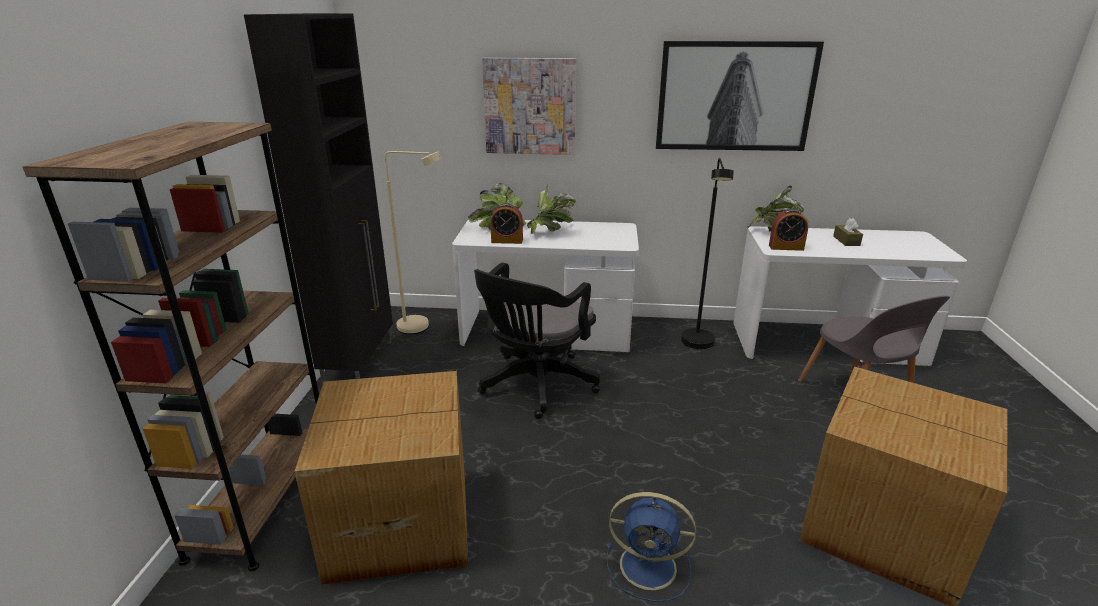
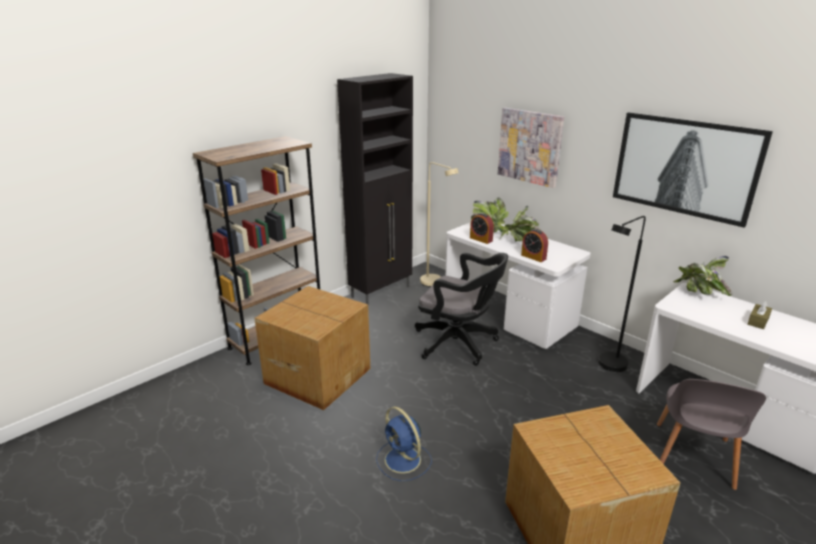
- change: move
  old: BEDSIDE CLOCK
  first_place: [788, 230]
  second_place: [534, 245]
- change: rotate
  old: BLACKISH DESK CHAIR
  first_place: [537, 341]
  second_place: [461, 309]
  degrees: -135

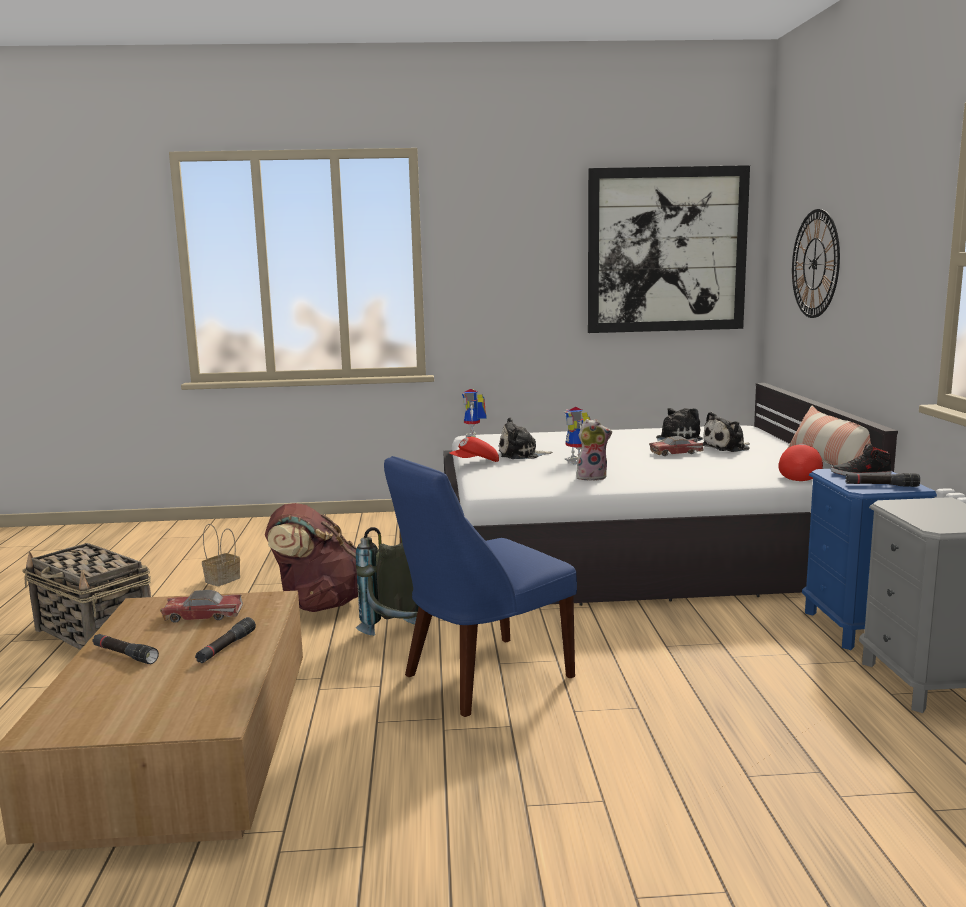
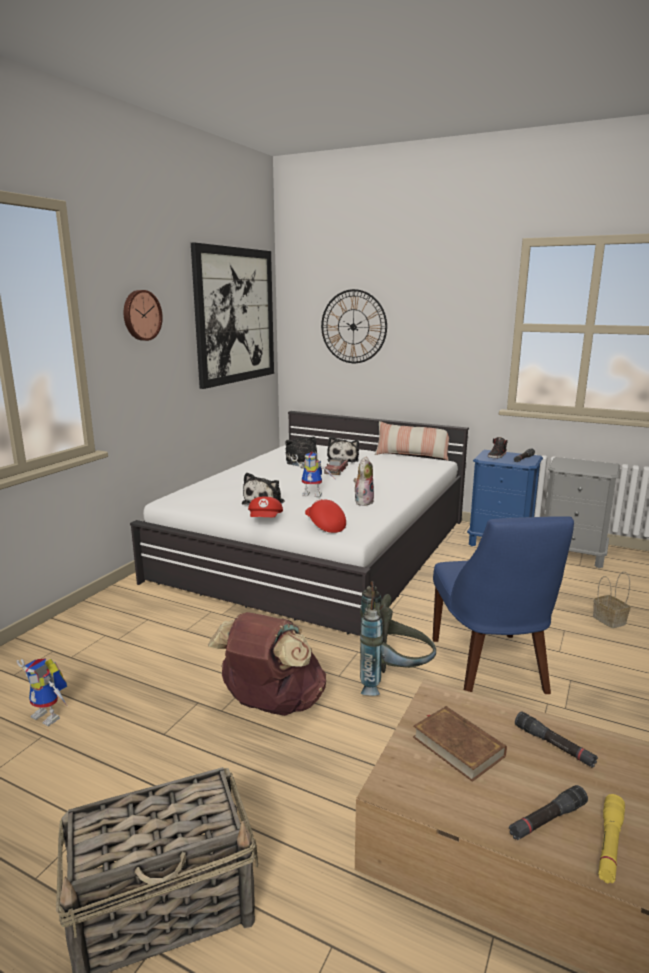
- change: insert
  new: HANGING CLOCK
  second_place: [143, 315]
- change: insert
  new: YELLOWISH TORCH
  second_place: [611, 838]
- change: move
  old: HOUSEHOLD BASKET
  first_place: [221, 555]
  second_place: [612, 600]
- change: move
  old: ROBOT FIGURE
  first_place: [474, 413]
  second_place: [42, 692]
- change: move
  old: RED-COLOURED BASEBALL CAP
  first_place: [800, 462]
  second_place: [325, 516]
- change: replace
  old: MINIATURE CAR
  new: BROWNISH BOUND BOOK
  first_place: [201, 606]
  second_place: [460, 744]

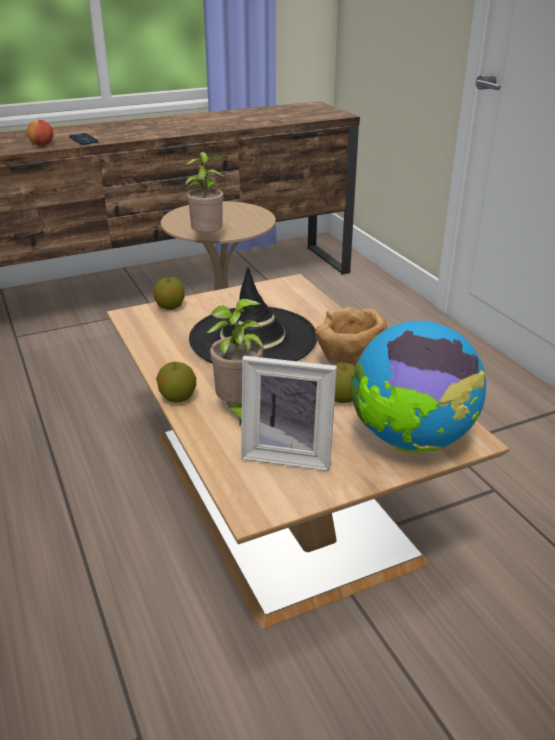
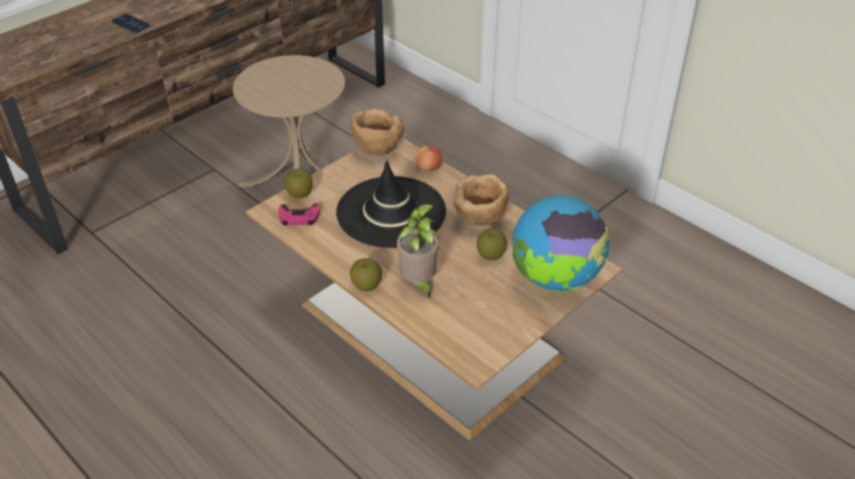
- change: delete
  old: POTTED PLANT
  first_place: [204, 192]
- change: delete
  old: PICTURE FRAME
  first_place: [289, 413]
- change: insert
  new: PINKISH JOYPAD
  second_place: [299, 214]
- change: insert
  new: BROWNISH SERVING BOWL
  second_place: [377, 132]
- change: move
  old: APPLE
  first_place: [40, 133]
  second_place: [428, 158]

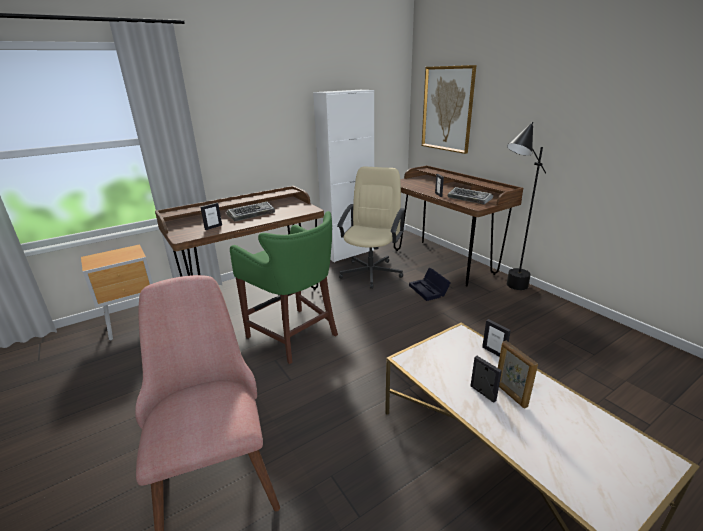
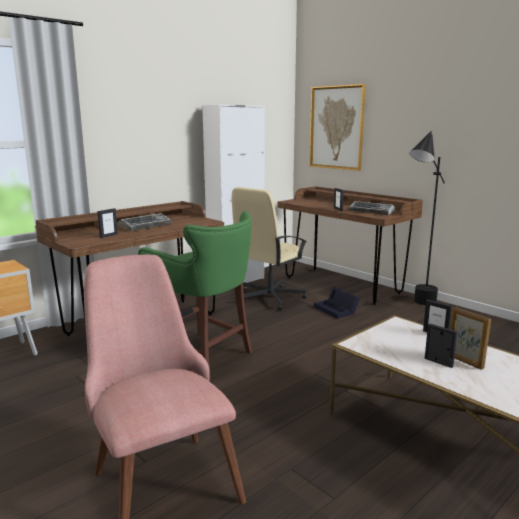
- change: rotate
  old: BEIGE DESK CHAIR
  first_place: [371, 227]
  second_place: [269, 248]
  degrees: -150

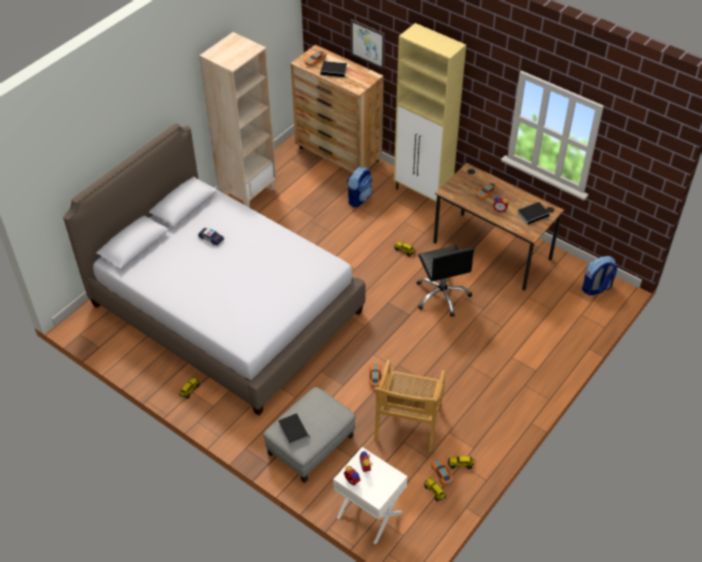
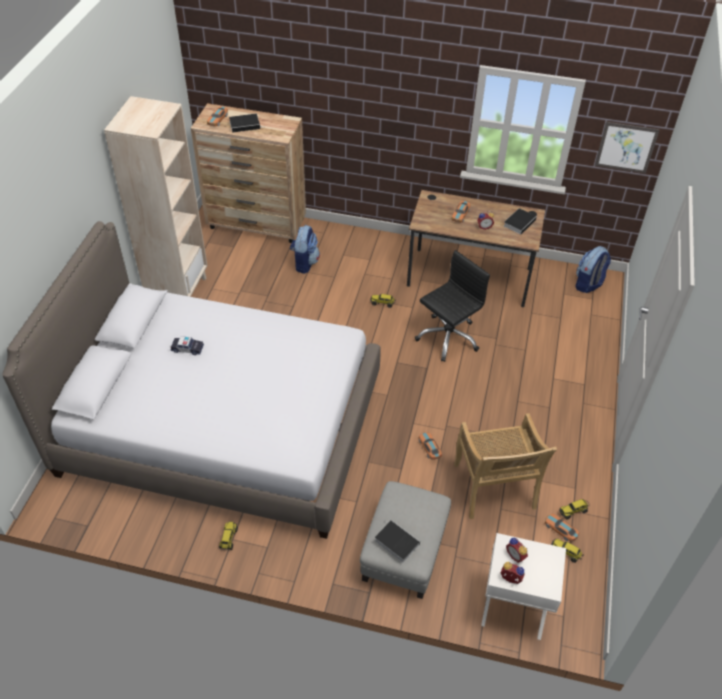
- change: delete
  old: BEIGE STORAGE CABINET
  first_place: [430, 112]
- change: move
  old: WALL ART
  first_place: [367, 44]
  second_place: [627, 147]
- change: rotate
  old: BLACKISH DESK CHAIR
  first_place: [445, 281]
  second_place: [452, 306]
  degrees: -90

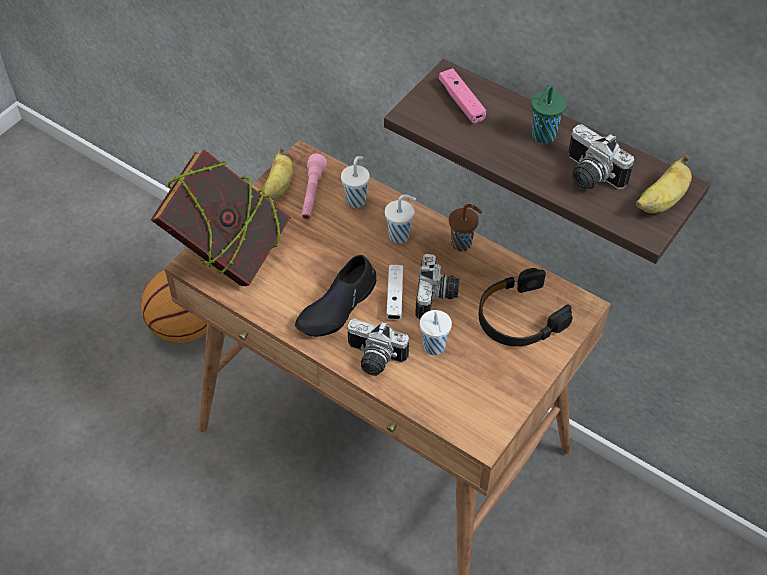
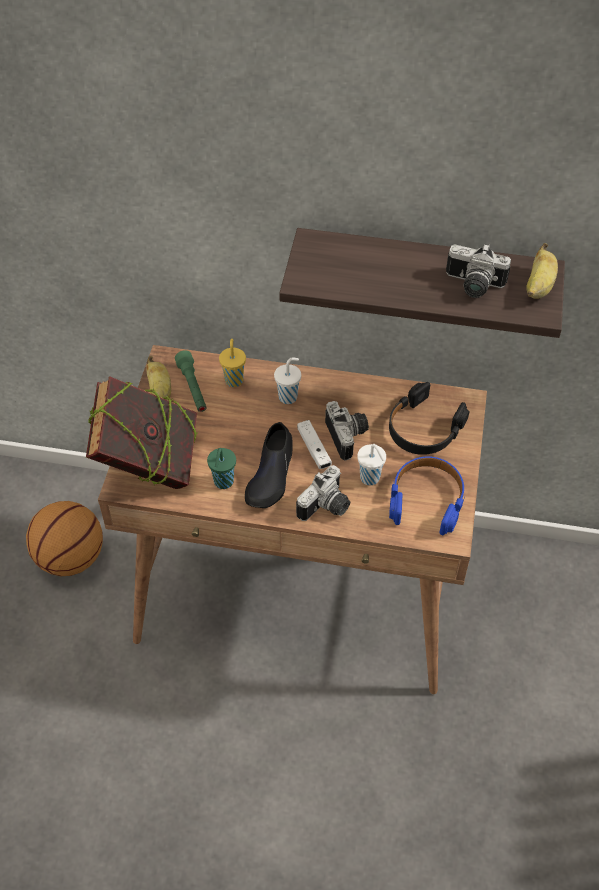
- change: delete
  old: PINKISH JOYPAD
  first_place: [462, 95]
- change: delete
  old: BROWNISH SMALL CUP
  first_place: [465, 228]
- change: insert
  new: BLUE-COLOURED HEADPHONES
  second_place: [427, 495]
- change: move
  old: GREENISH SMALL CUP
  first_place: [549, 114]
  second_place: [221, 468]
- change: recolor
  old: PINKISH TORCH
  new: GREENISH TORCH
  first_place: [314, 187]
  second_place: [191, 381]
- change: recolor
  old: WHITE SMALL CUP
  new: YELLOWISH SMALL CUP
  first_place: [355, 182]
  second_place: [232, 363]
- change: rotate
  old: PHOTO CAMERA
  first_place: [378, 347]
  second_place: [323, 493]
  degrees: -45

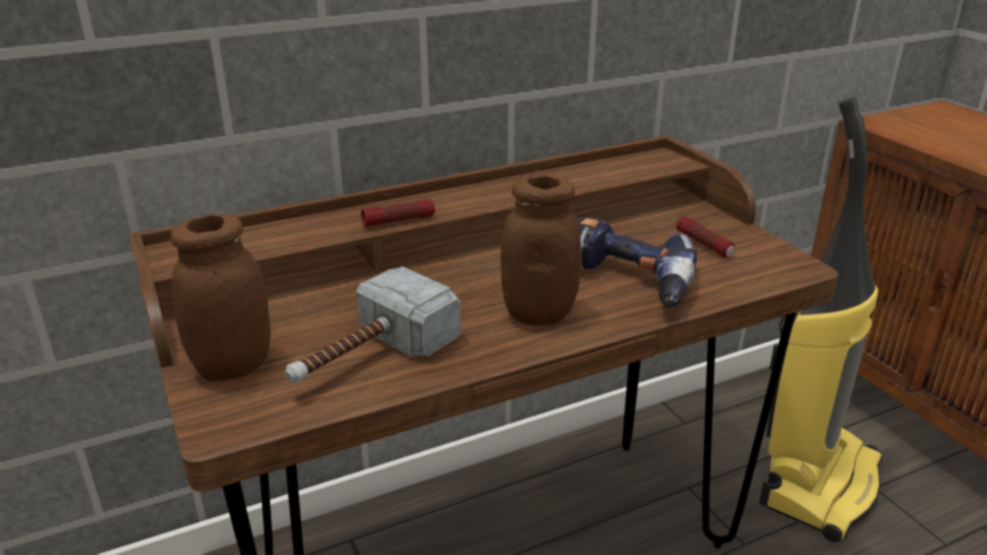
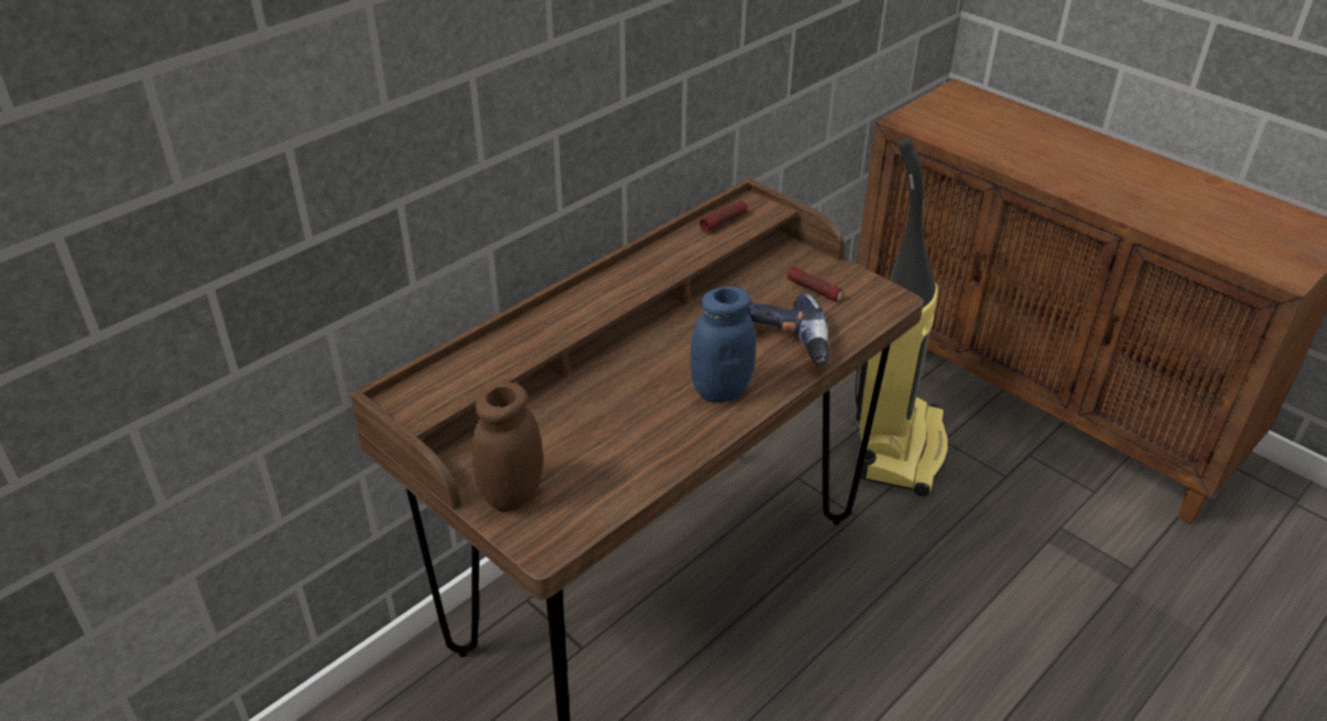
- change: delete
  old: HAND HAMMER
  first_place: [373, 324]
- change: move
  old: TORCH
  first_place: [398, 213]
  second_place: [723, 216]
- change: recolor
  old: BROWNISH PRESERVE JAR
  new: BLUE-COLOURED PRESERVE JAR
  first_place: [540, 250]
  second_place: [723, 344]

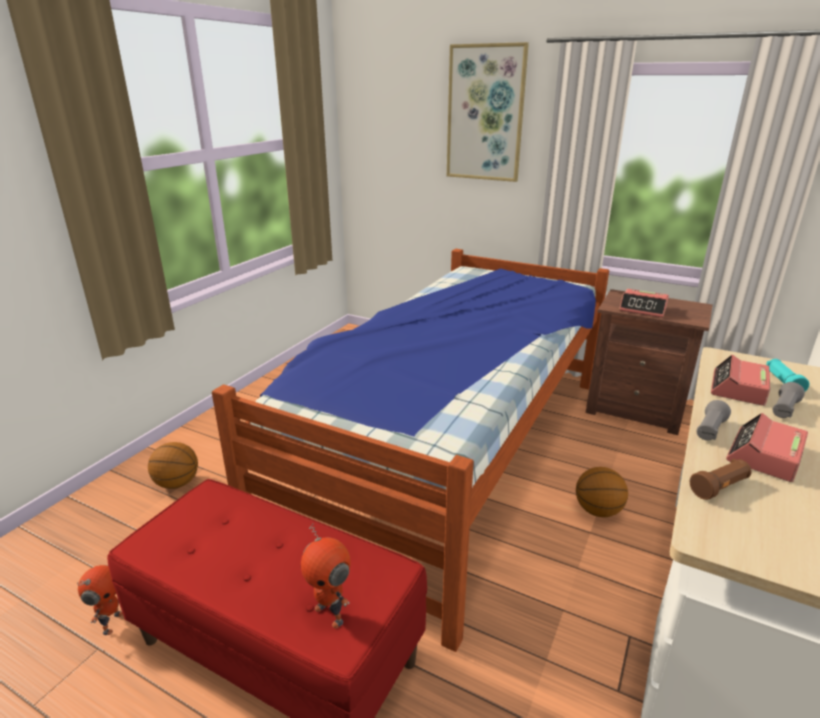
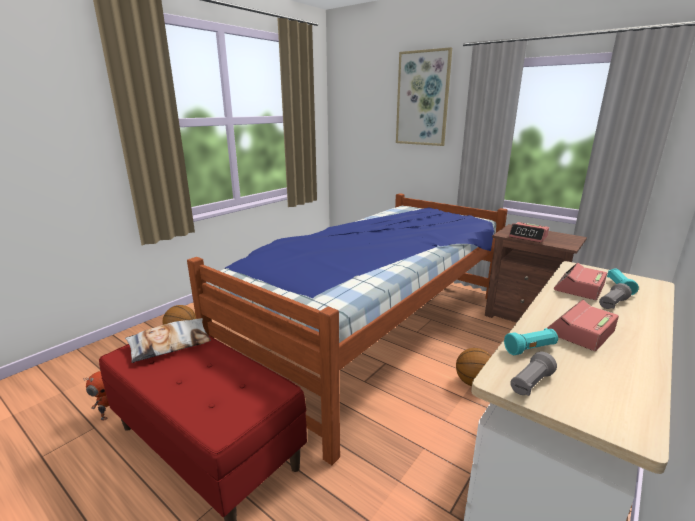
- change: delete
  old: ROBOT FIGURE
  first_place: [326, 576]
- change: insert
  new: PILLOW
  second_place: [168, 340]
- change: move
  old: GREY TORCH
  first_place: [713, 420]
  second_place: [533, 374]
- change: recolor
  old: BROWNISH TORCH
  new: TURQUOISE TORCH
  first_place: [721, 479]
  second_place: [531, 341]

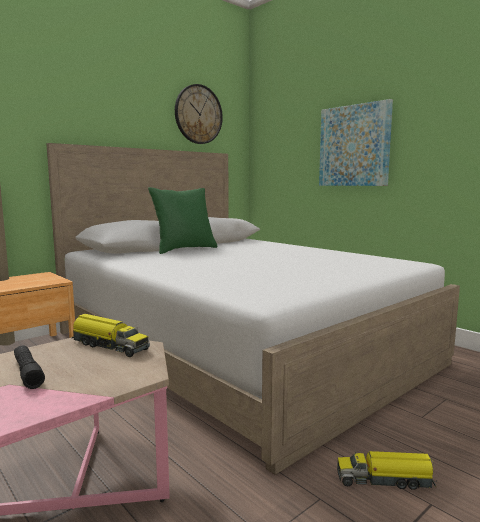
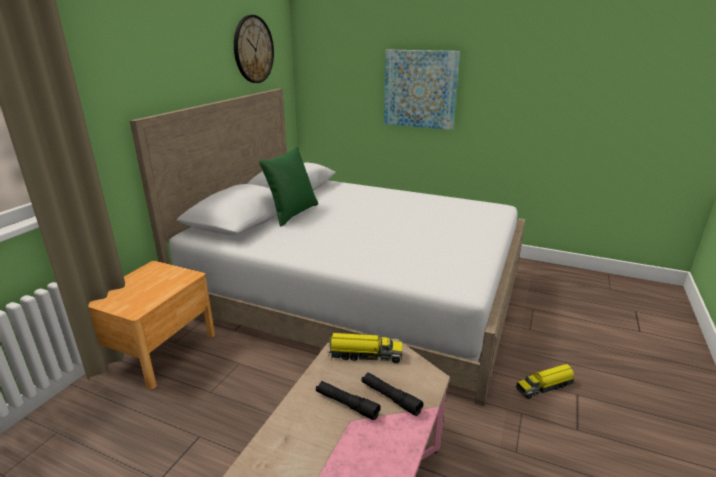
- change: insert
  new: BLACKISH TORCH
  second_place: [392, 394]

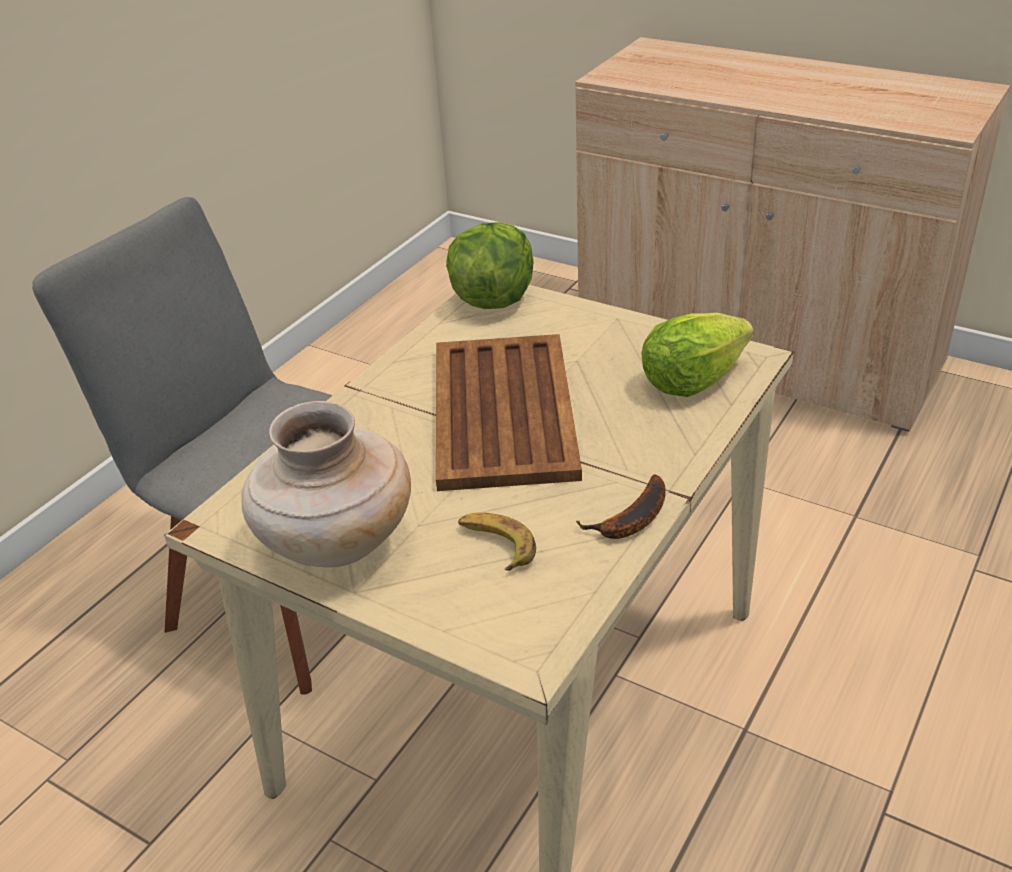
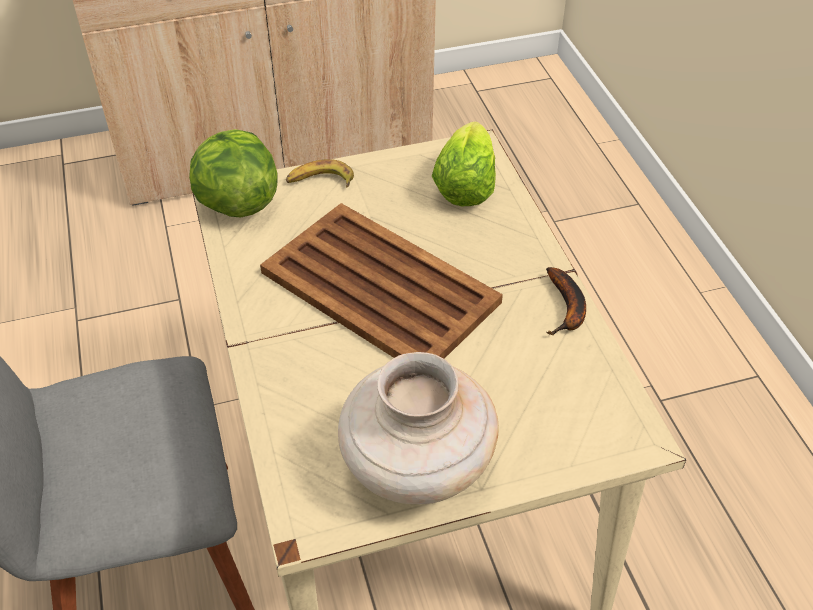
- change: move
  old: WHOLE BANANA
  first_place: [497, 541]
  second_place: [320, 173]

